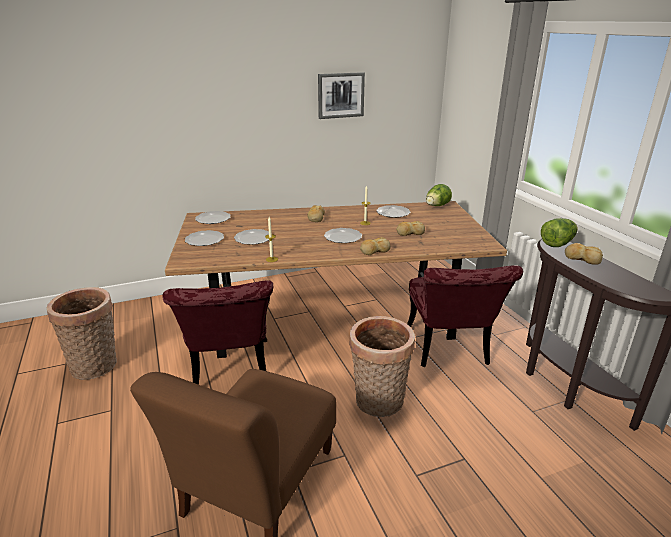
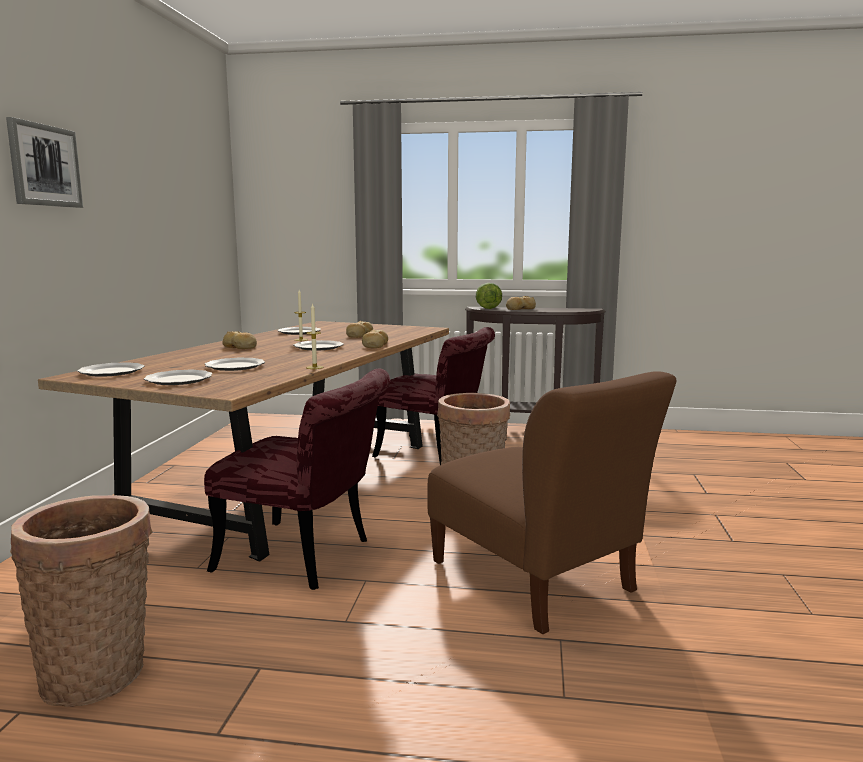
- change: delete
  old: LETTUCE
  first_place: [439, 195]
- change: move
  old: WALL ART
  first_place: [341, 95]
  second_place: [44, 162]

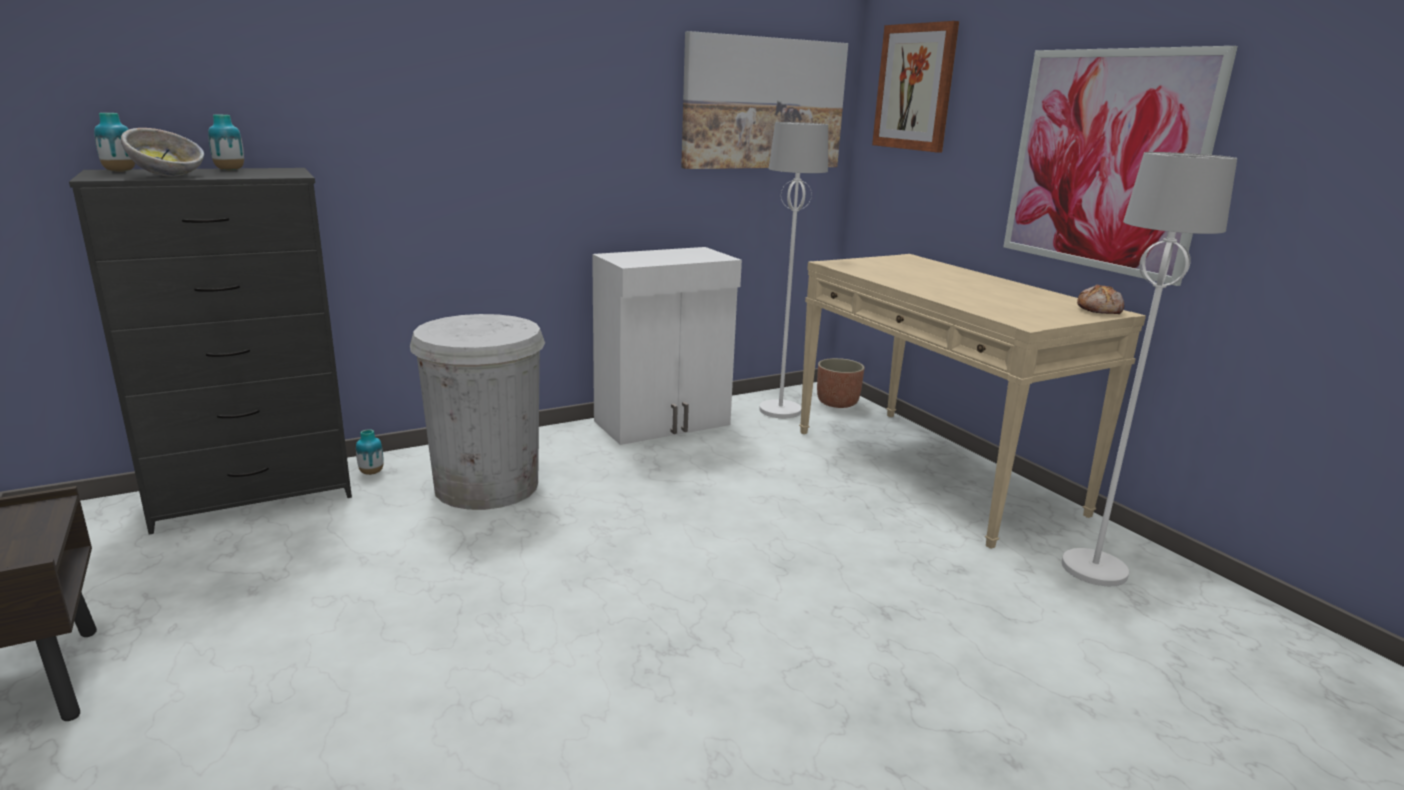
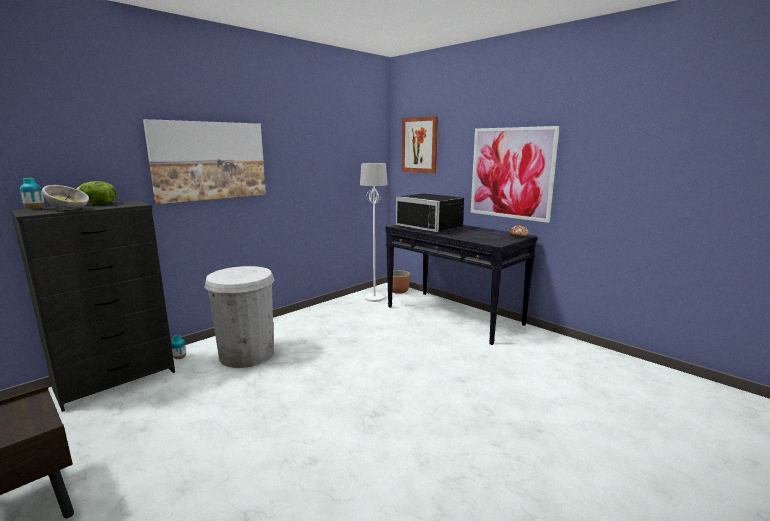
- change: delete
  old: WHITE STORAGE CABINET
  first_place: [667, 346]
- change: delete
  old: WHITE STANDING LAMP
  first_place: [1149, 369]
- change: insert
  new: BLACKISH MICROWAVE OVEN
  second_place: [430, 213]
- change: move
  old: WALL ART
  first_place: [764, 100]
  second_place: [204, 161]
- change: replace
  old: FLOWER VASE
  new: LETTUCE
  first_place: [226, 142]
  second_place: [96, 192]
- change: recolor
  old: BEIGE HALL TABLE
  new: BLACKISH HALL TABLE
  first_place: [972, 401]
  second_place: [461, 285]

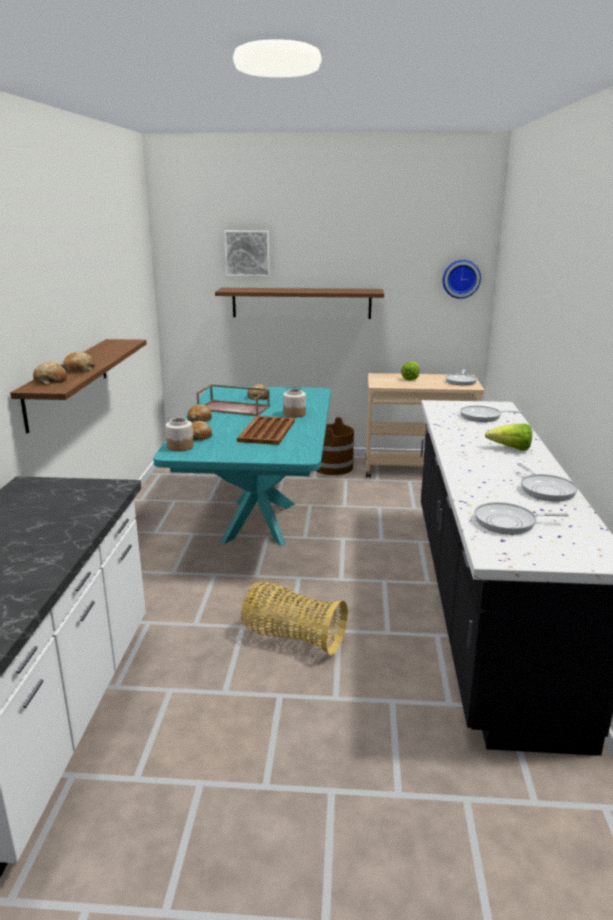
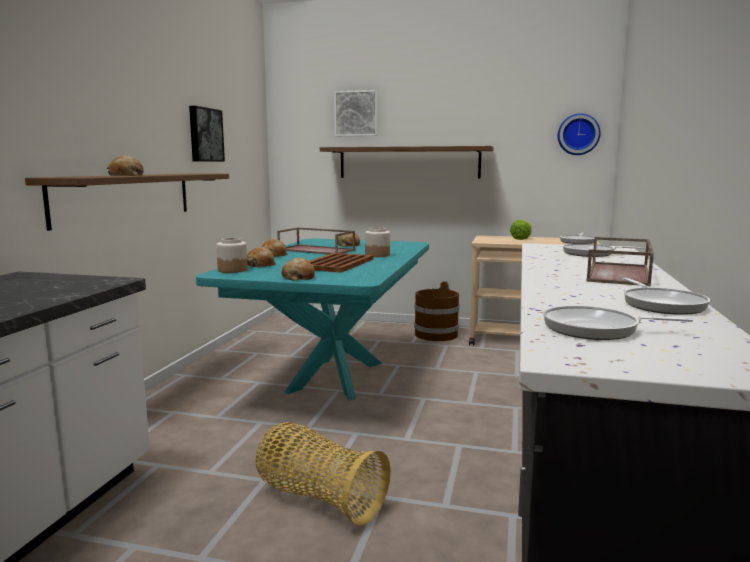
- change: insert
  new: WALL ART
  second_place: [207, 134]
- change: move
  old: BAKERY BREAD
  first_place: [50, 373]
  second_place: [298, 269]
- change: replace
  old: LETTUCE
  new: BROWNISH SERVING TRAY
  first_place: [508, 437]
  second_place: [620, 261]

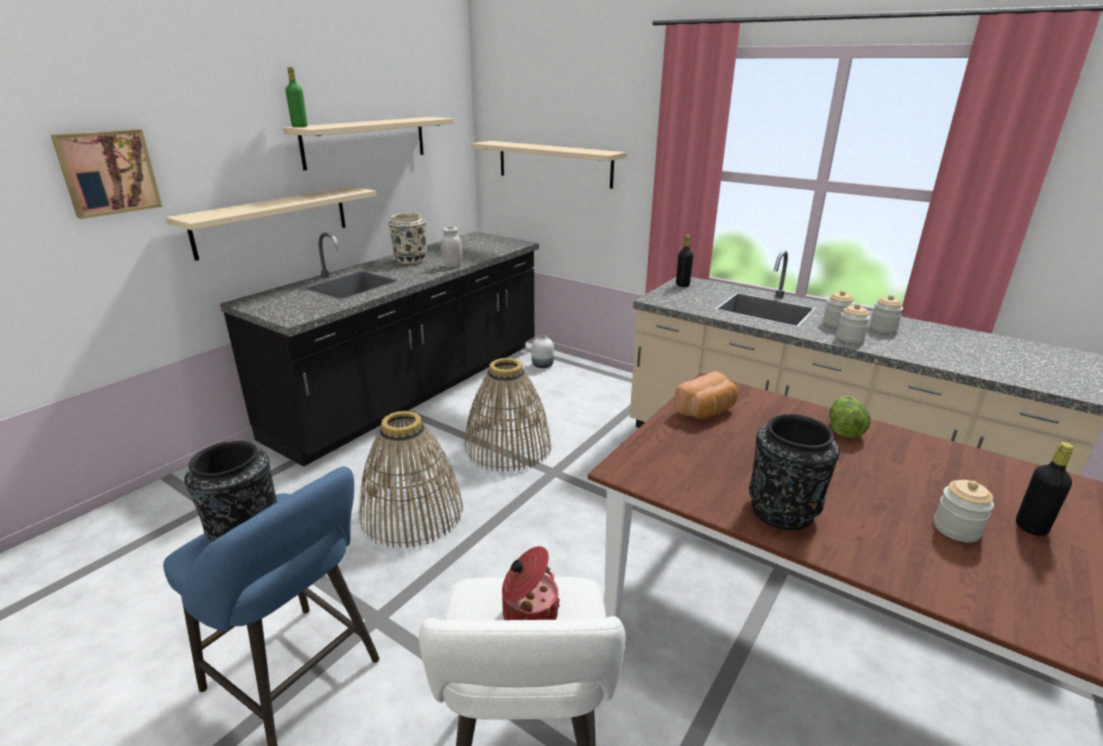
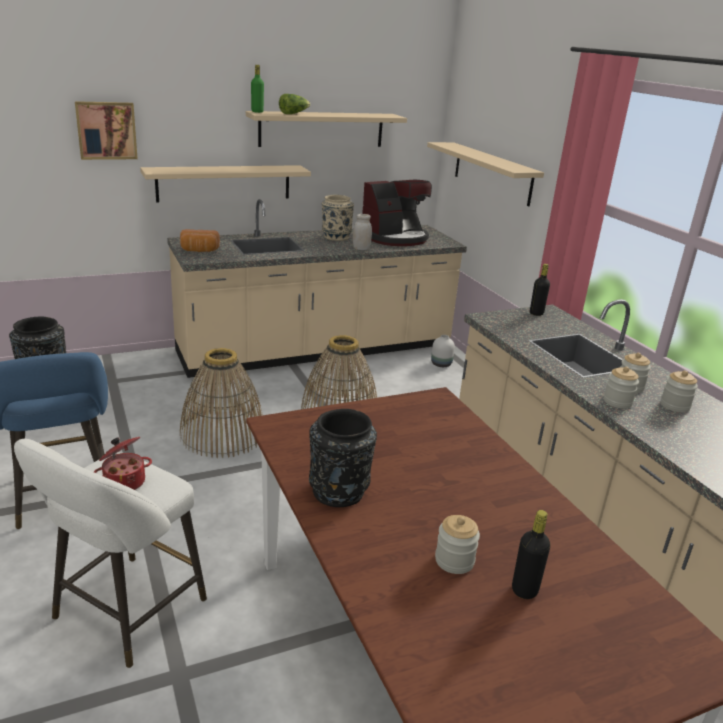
- change: insert
  new: COFFEE BREWER
  second_place: [397, 212]
- change: move
  old: BAKERY BREAD
  first_place: [706, 395]
  second_place: [200, 240]
- change: move
  old: LETTUCE
  first_place: [850, 417]
  second_place: [295, 104]
- change: recolor
  old: BLACKISH KITCHEN BASE UNIT
  new: BEIGE KITCHEN BASE UNIT
  first_place: [379, 349]
  second_place: [317, 288]

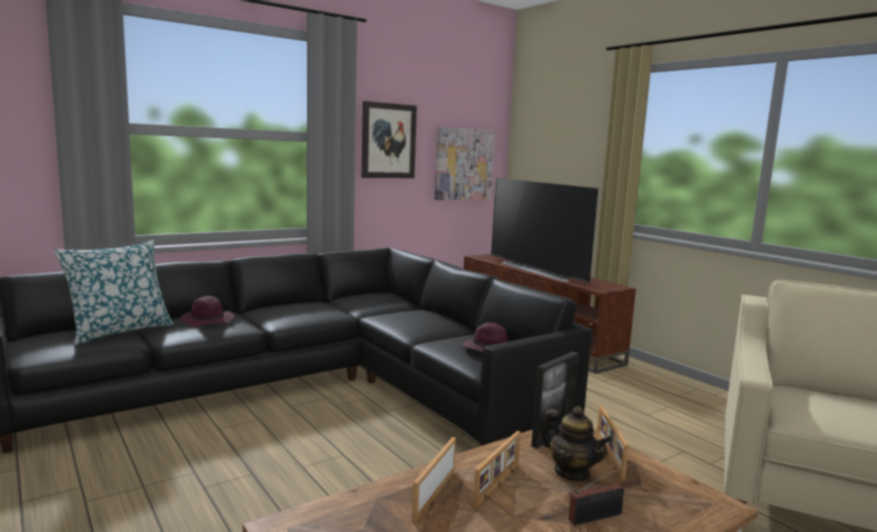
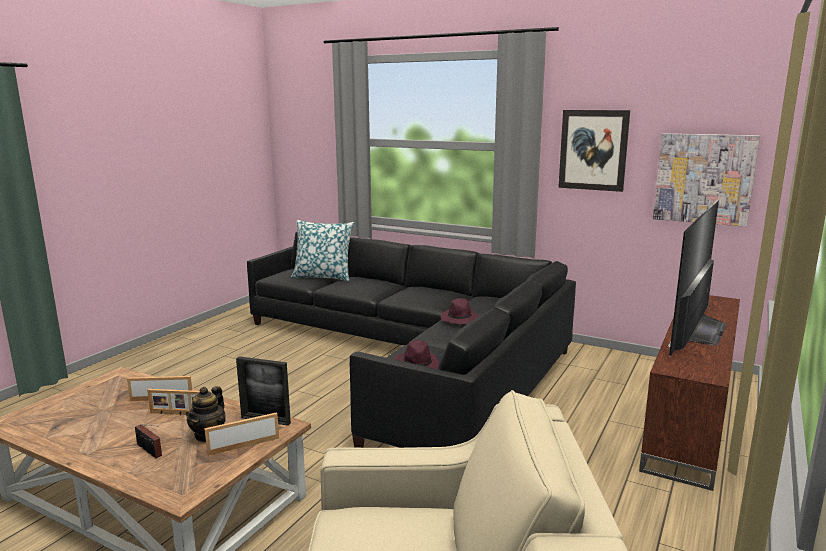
- change: move
  old: PURPLISH WEARABLE HAT
  first_place: [207, 311]
  second_place: [460, 311]

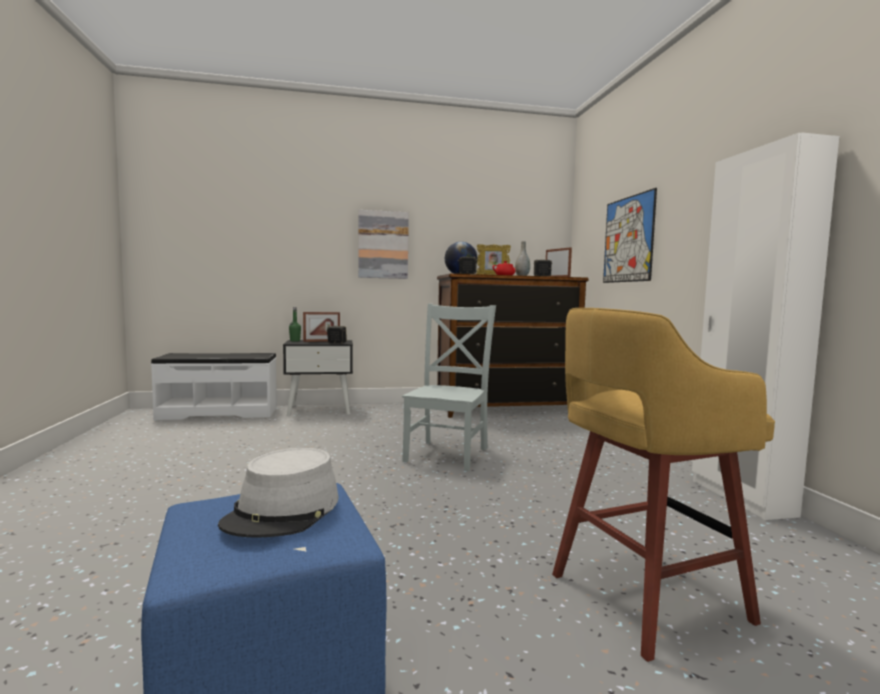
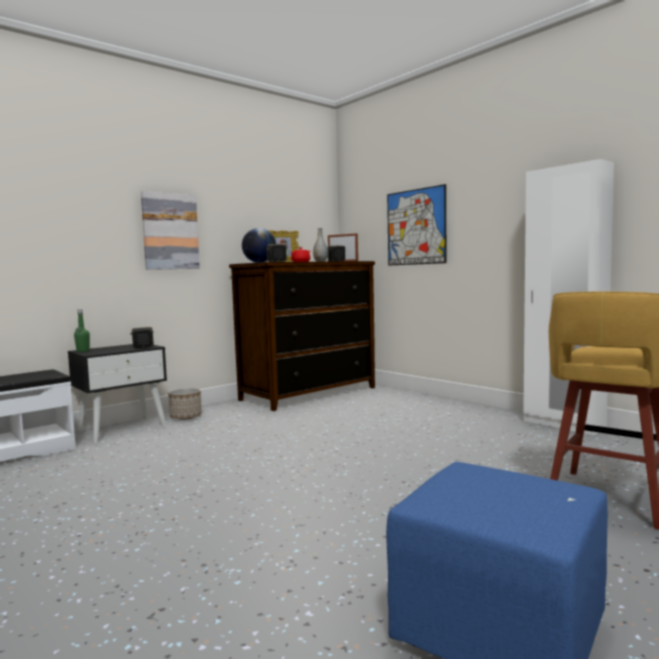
- change: delete
  old: GREY WEARABLE HAT
  first_place: [278, 493]
- change: delete
  old: PICTURE FRAME
  first_place: [321, 327]
- change: delete
  old: GREY UPRIGHT CHAIR
  first_place: [449, 387]
- change: insert
  new: FLOWER POT
  second_place: [185, 404]

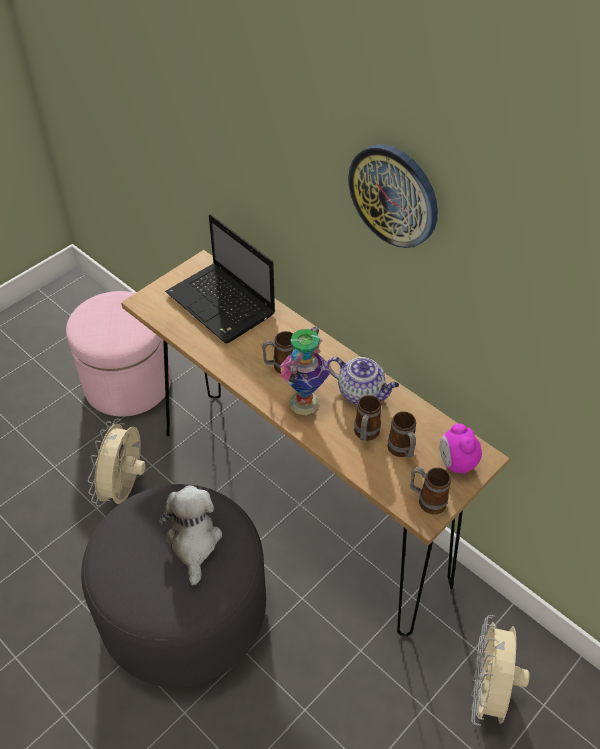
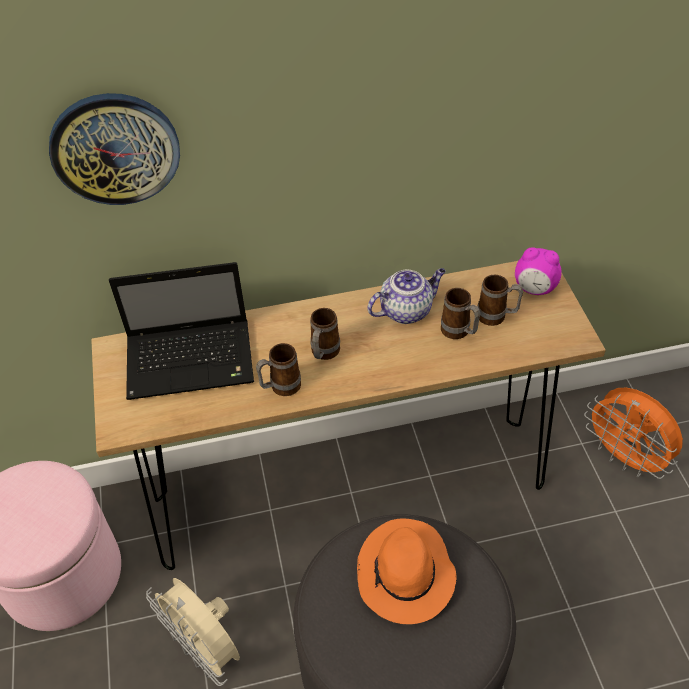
- change: delete
  old: FLOWER VASE
  first_place: [305, 371]
- change: move
  old: HANGING CLOCK
  first_place: [393, 196]
  second_place: [114, 149]
- change: move
  old: COFFEE MUG
  first_place: [430, 490]
  second_place: [278, 369]
- change: replace
  old: PLUSH TOY
  new: ORANGE-COLOURED WEARABLE HAT
  first_place: [190, 535]
  second_place: [407, 571]
- change: recolor
  old: BEIGE FAN
  new: ORANGE-COLOURED FAN
  first_place: [500, 670]
  second_place: [633, 433]

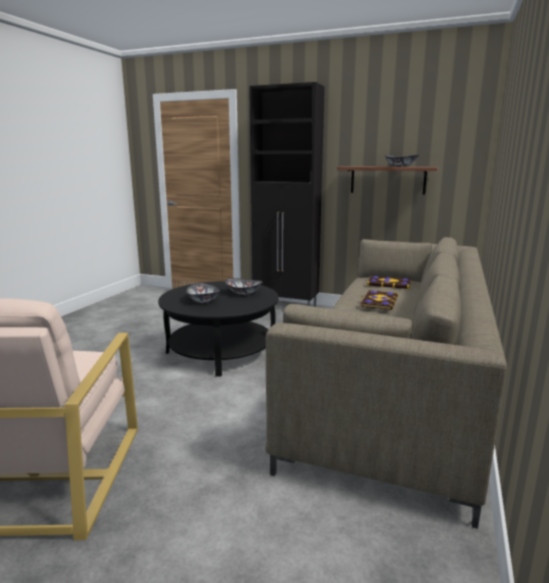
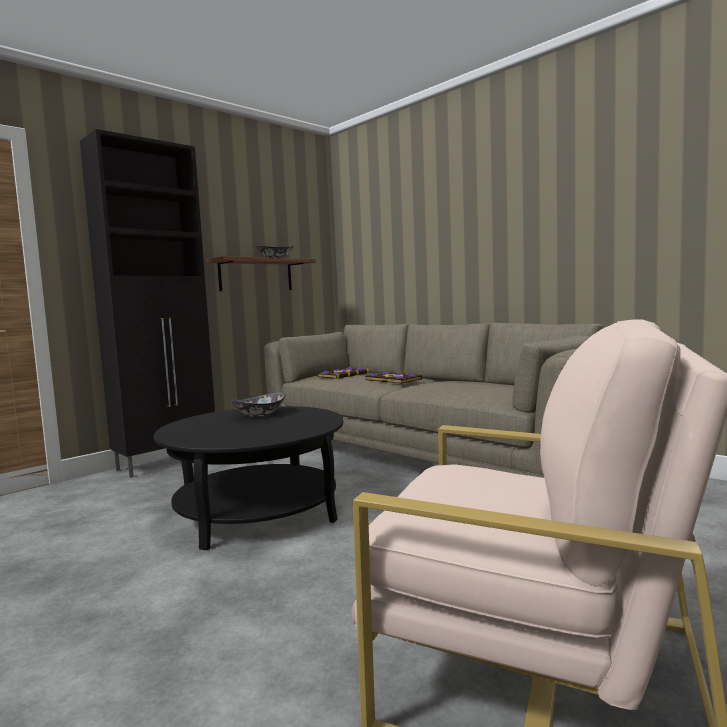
- change: delete
  old: SERVING BOWL
  first_place: [203, 293]

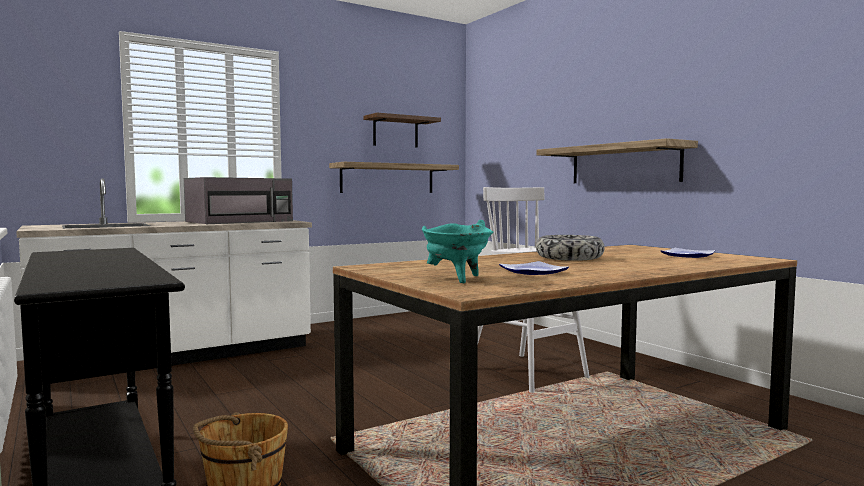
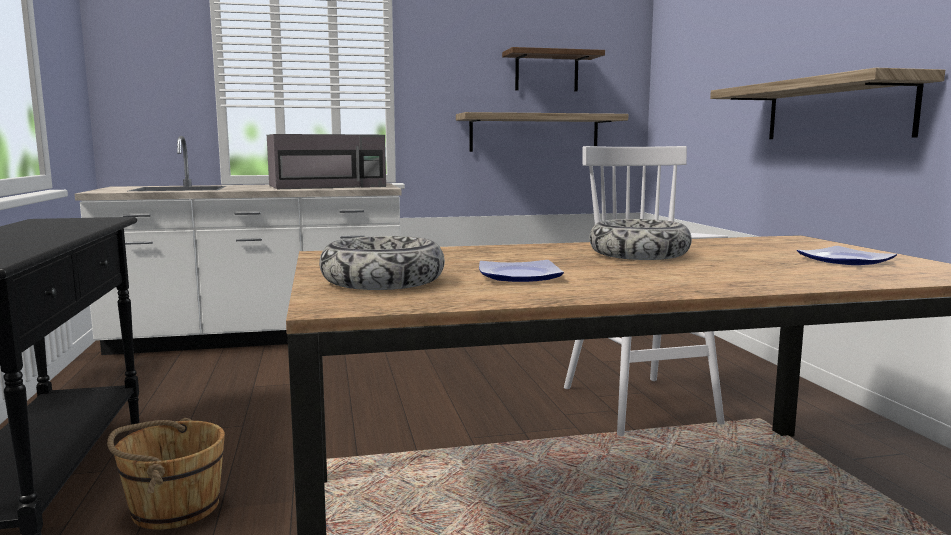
- change: replace
  old: TURQUOISE COOKING POT
  new: SERVING BOWL
  first_place: [457, 251]
  second_place: [382, 263]

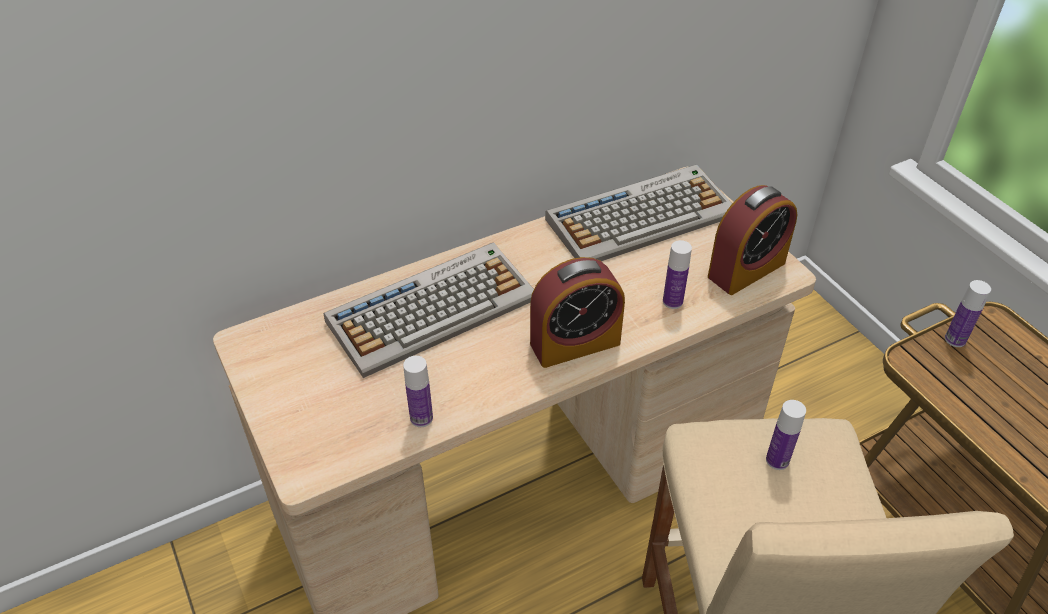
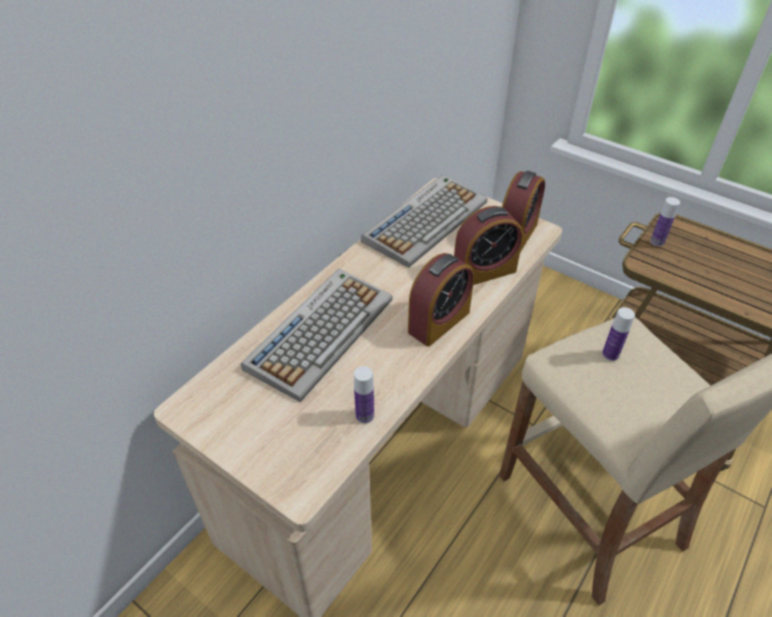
- change: replace
  old: BOTTLE
  new: BEDSIDE CLOCK
  first_place: [677, 274]
  second_place: [488, 245]

